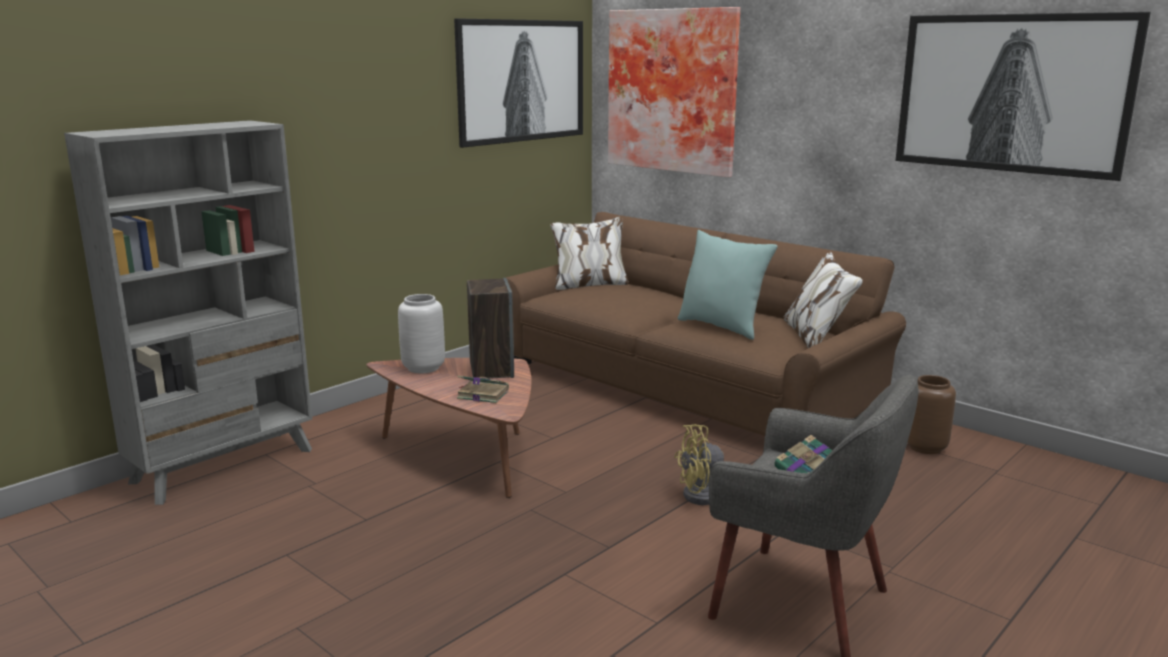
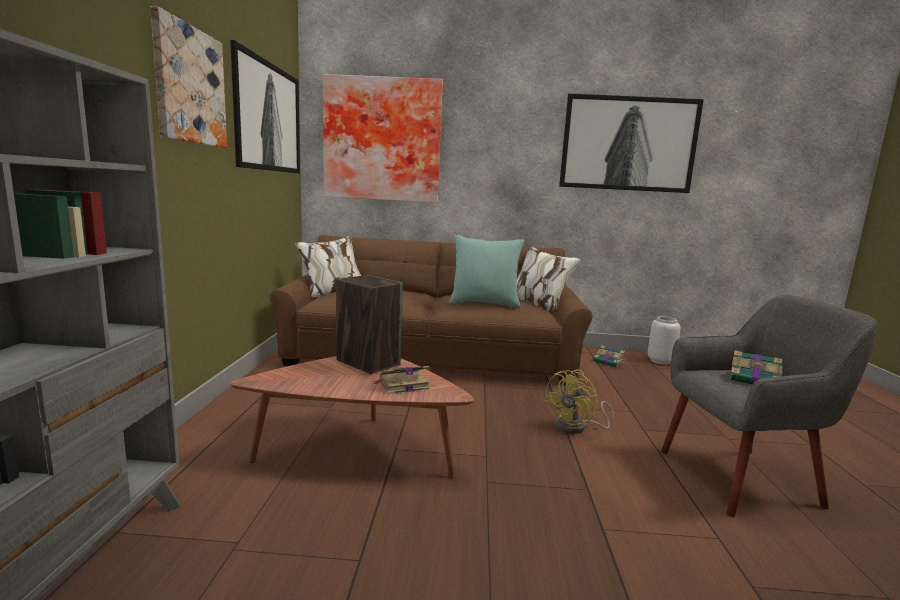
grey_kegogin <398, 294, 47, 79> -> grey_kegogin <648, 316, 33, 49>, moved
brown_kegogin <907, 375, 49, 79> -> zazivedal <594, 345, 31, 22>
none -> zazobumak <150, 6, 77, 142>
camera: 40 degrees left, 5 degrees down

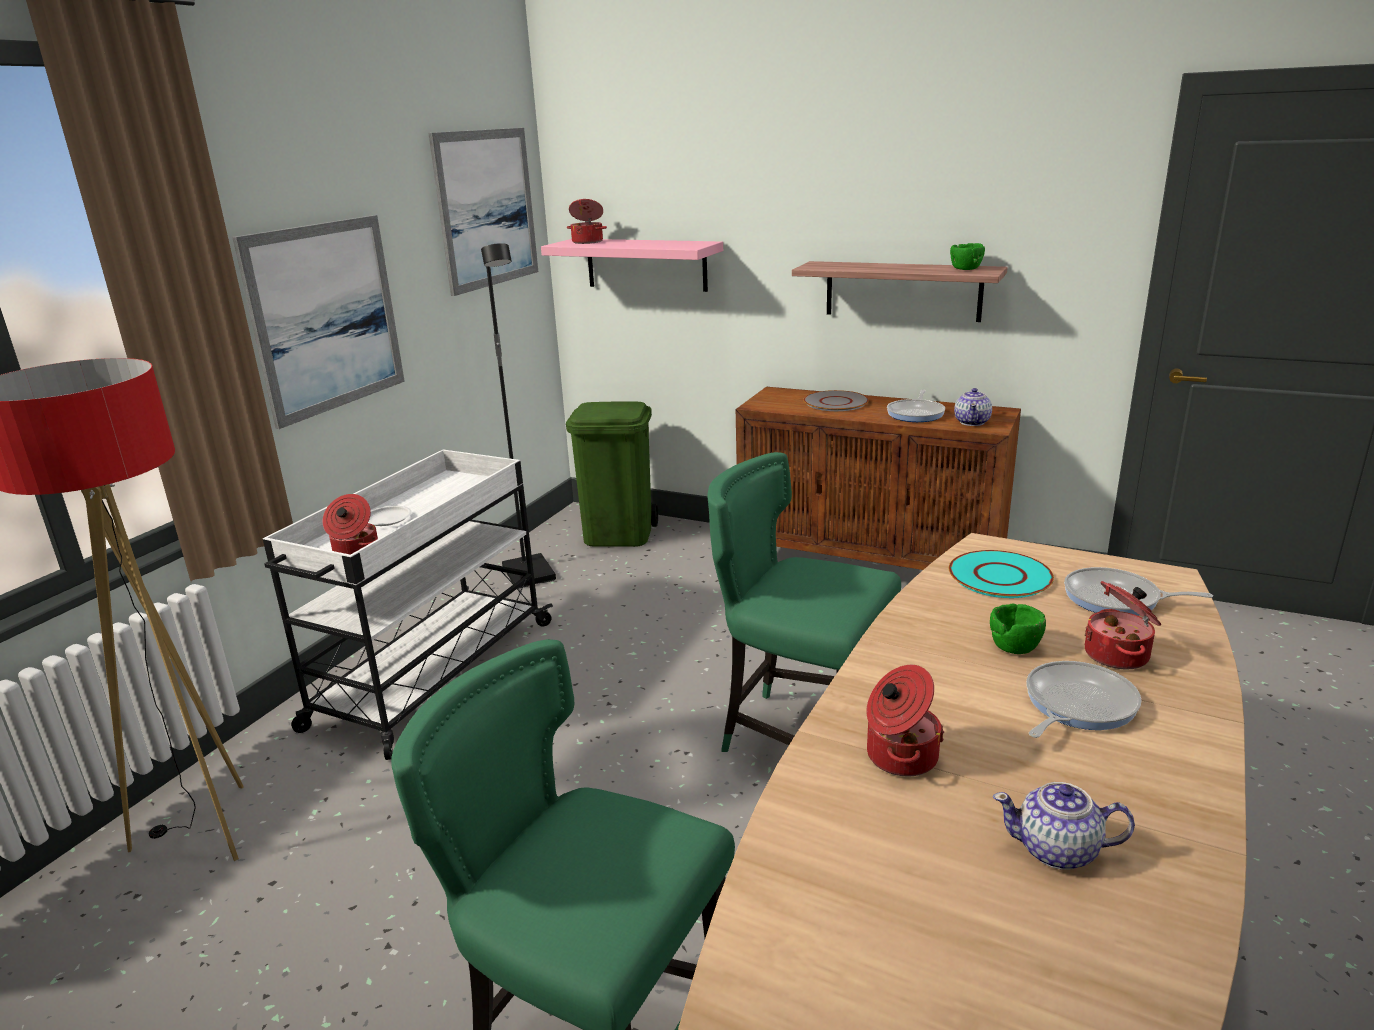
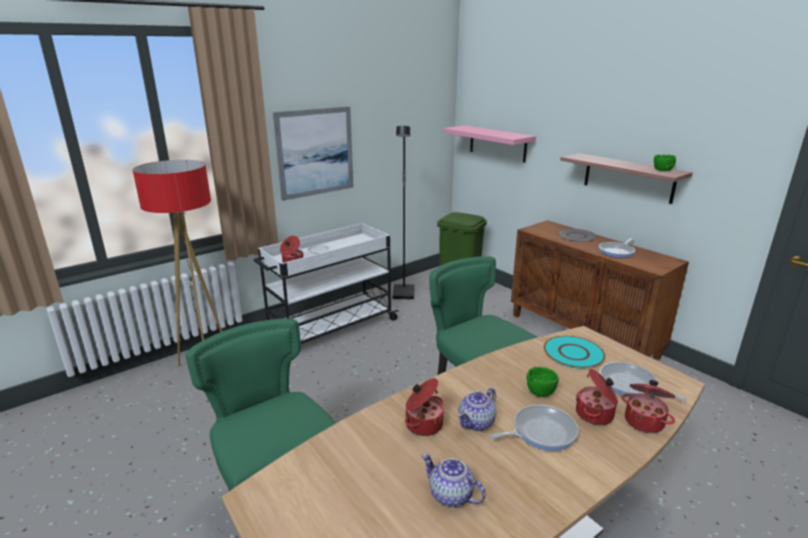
zazobumak <428, 128, 110, 168> -> none
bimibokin <567, 199, 40, 45> -> bimibokin <622, 380, 53, 53>, moved
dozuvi <954, 388, 38, 38> -> dozuvi <458, 388, 38, 43>, moved
camera: 25 degrees right, 0 degrees up

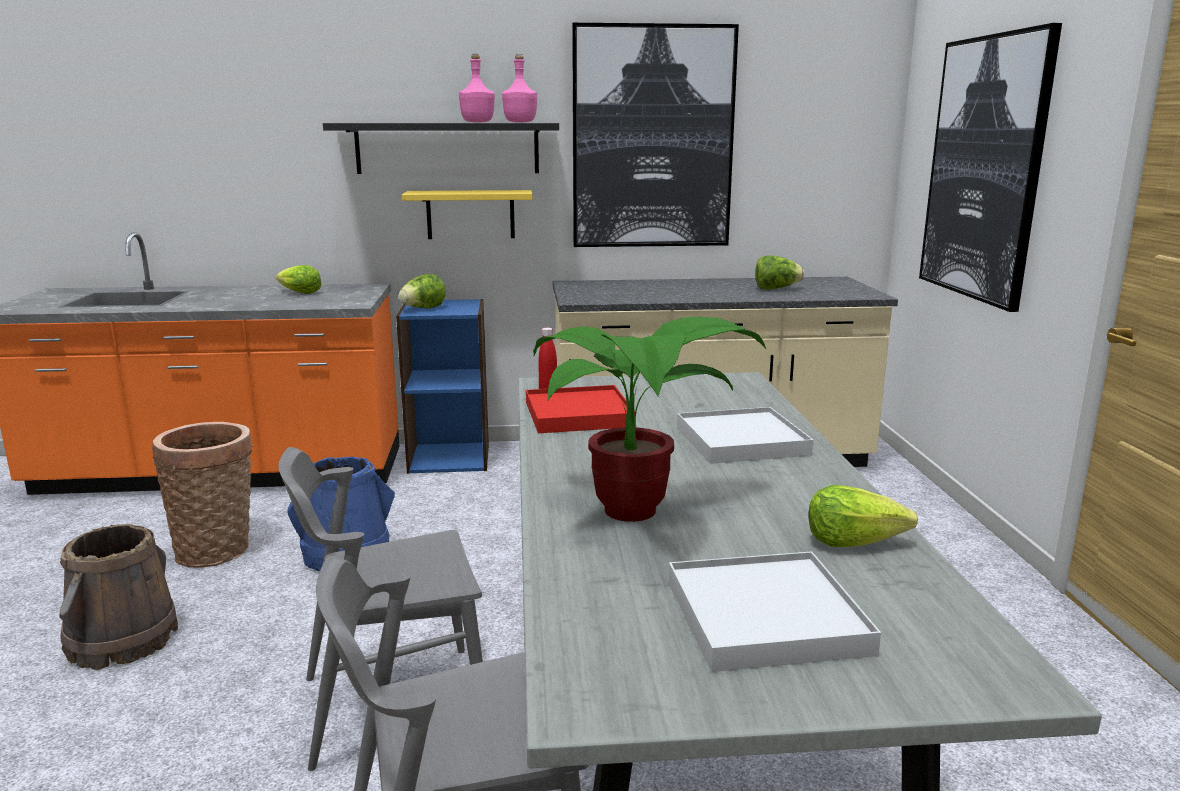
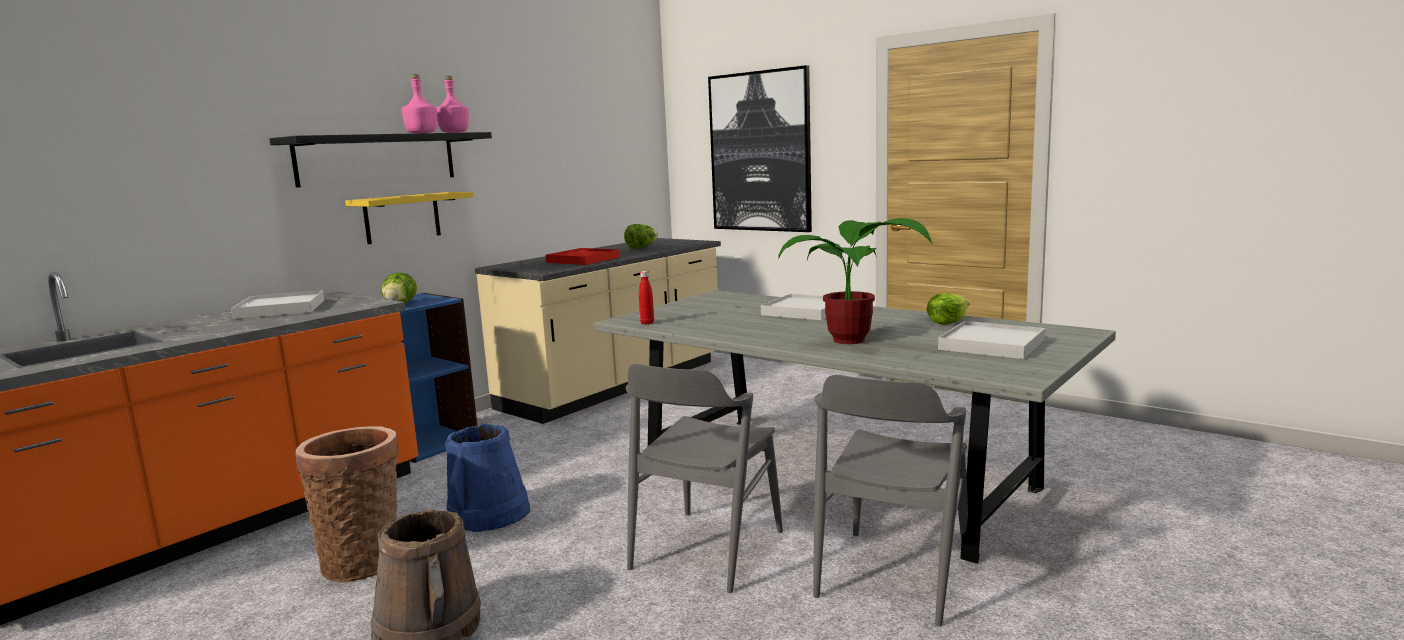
zazobumak <572, 23, 167, 224> -> none
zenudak <276, 265, 46, 29> -> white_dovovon <231, 290, 93, 29>
red_dovovon <526, 385, 110, 48> -> red_dovovon <545, 248, 75, 17>, moved
camera: 45 degrees left, 5 degrees down

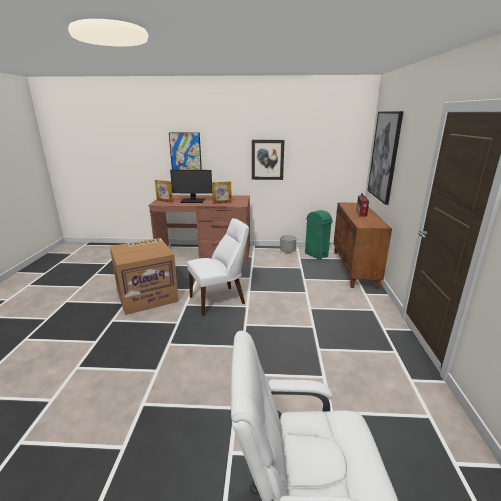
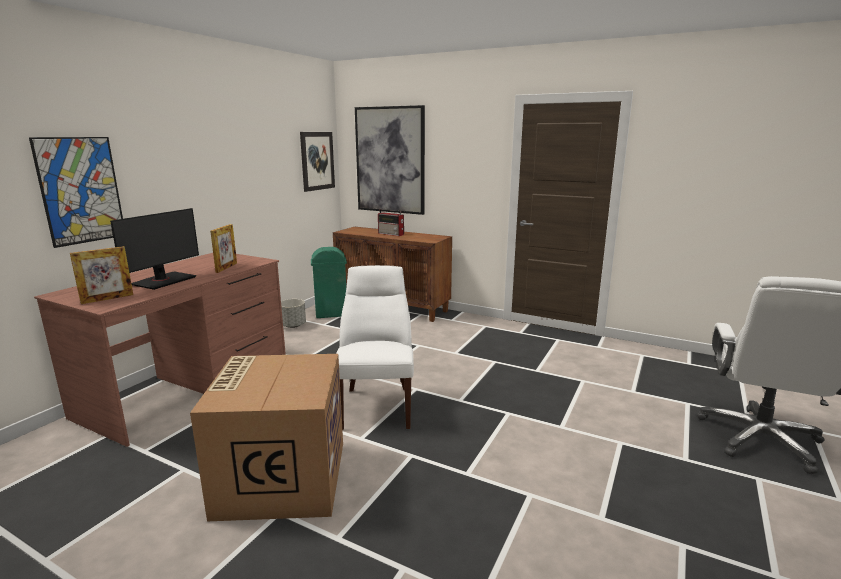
zazobumak <252, 140, 33, 40> -> zazobumak <300, 132, 35, 60>, moved
camera: 65 degrees left, 5 degrees down

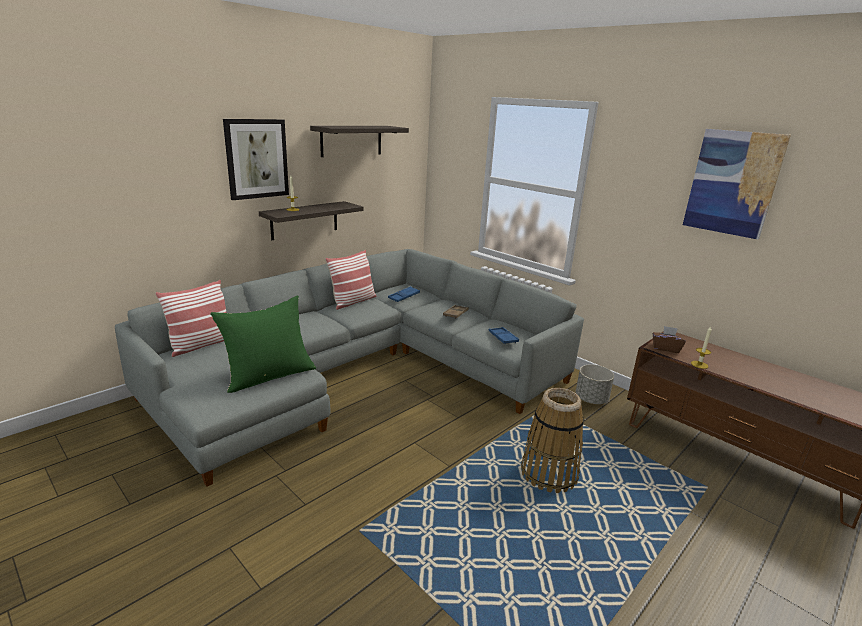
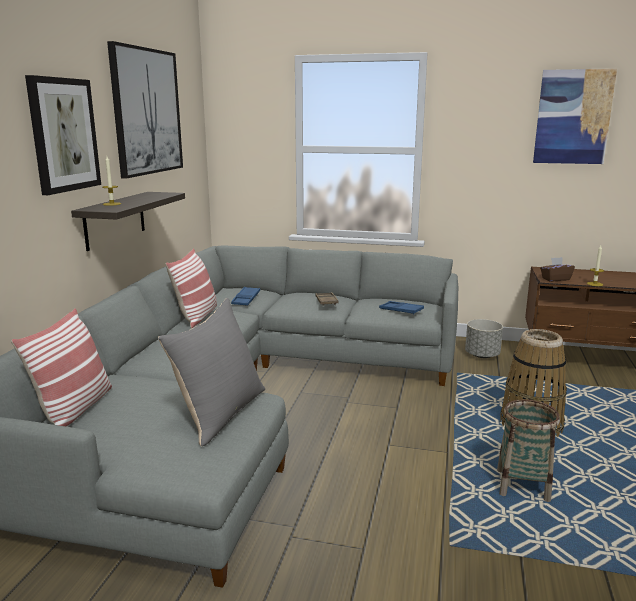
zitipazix <310, 126, 99, 31> -> zazobumak <107, 41, 76, 138>
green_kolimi <210, 296, 106, 97> -> grey_kolimi <158, 298, 107, 148>
none -> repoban <497, 399, 63, 103>
camera: 30 degrees left, 5 degrees down

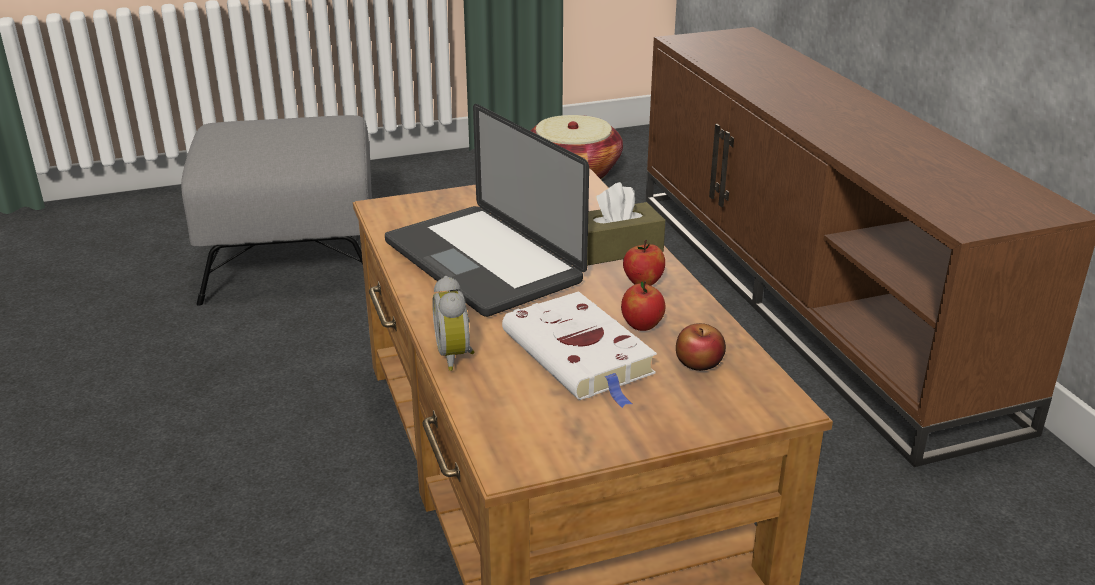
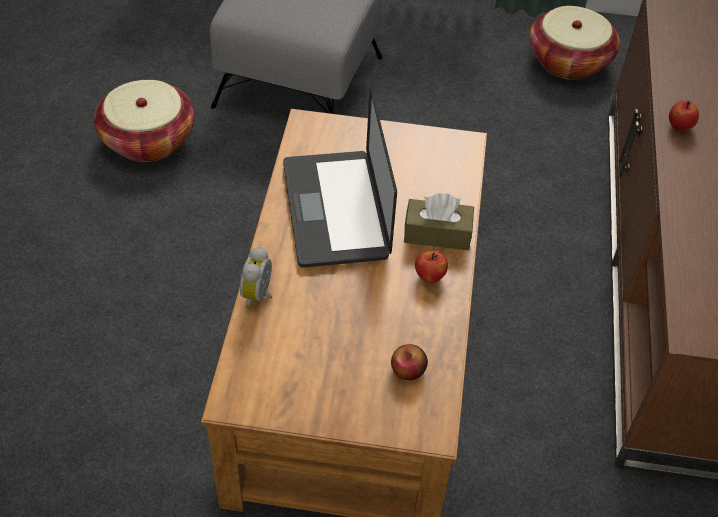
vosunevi <621, 281, 45, 50> -> vosunevi <669, 100, 30, 31>, moved
white_zazivedal <502, 291, 155, 117> -> none
none -> repoban <94, 80, 101, 82>
camera: 25 degrees right, 20 degrees up

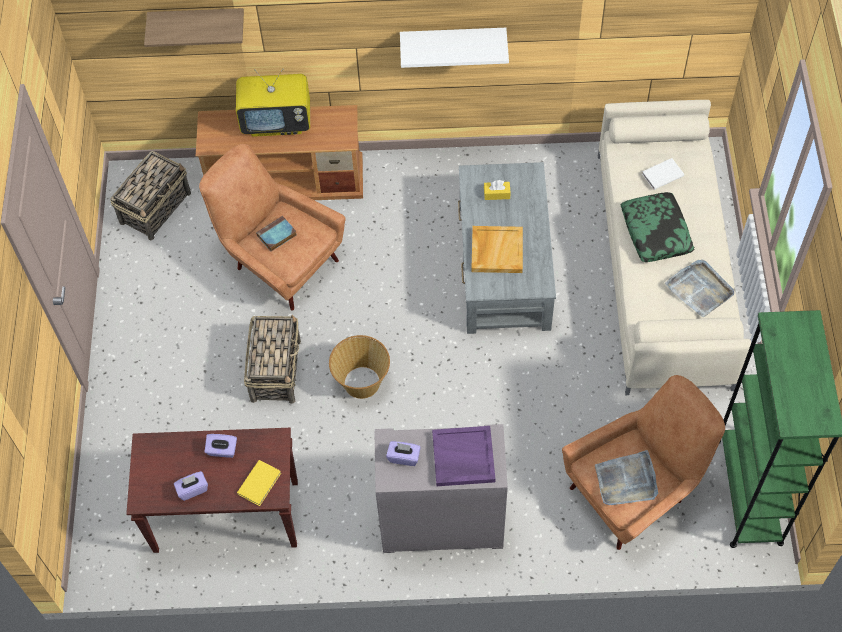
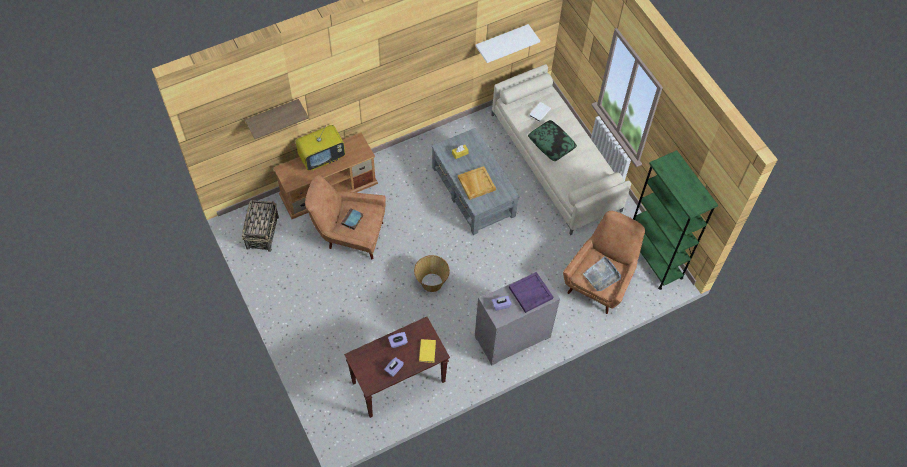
white_zitipazix <400, 28, 109, 40> -> white_zitipazix <476, 24, 64, 39>, moved
grey_dovovon <665, 259, 69, 58> -> none
repoban <244, 315, 57, 89> -> none
camera: 30 degrees left, 0 degrees up

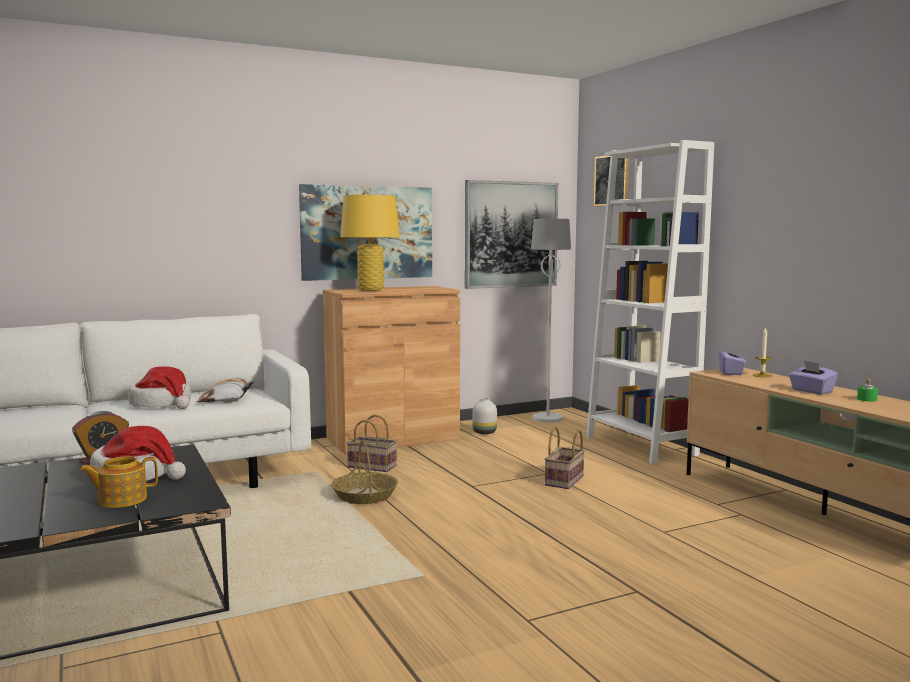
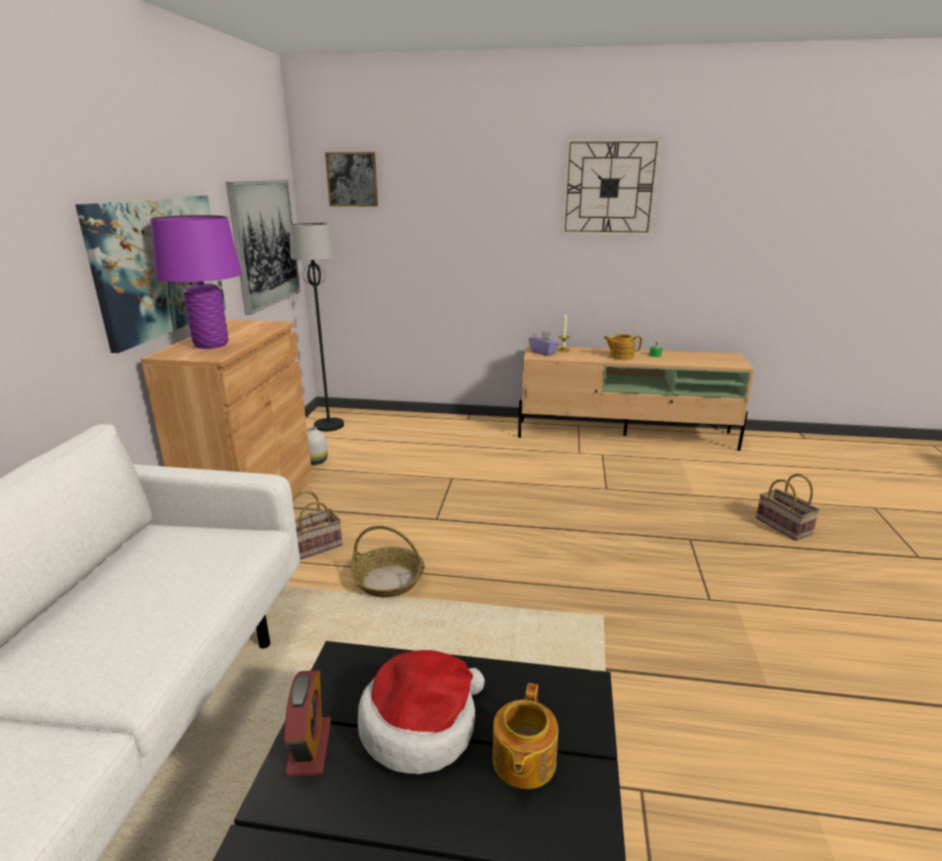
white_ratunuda <586, 140, 128, 324> -> none
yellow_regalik <340, 195, 60, 96> -> purple_regalik <150, 215, 92, 134>
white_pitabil <531, 219, 40, 204> -> black_pitabil <290, 223, 54, 208>
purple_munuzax <789, 360, 49, 35> -> dozuvi <603, 334, 39, 26>
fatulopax <128, 366, 63, 43> -> none
kolimi <197, 378, 57, 24> -> none
repoban <545, 427, 40, 62> -> repoban <756, 474, 64, 67>, moved
none -> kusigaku <561, 138, 101, 98>
camera: 55 degrees left, 15 degrees up

